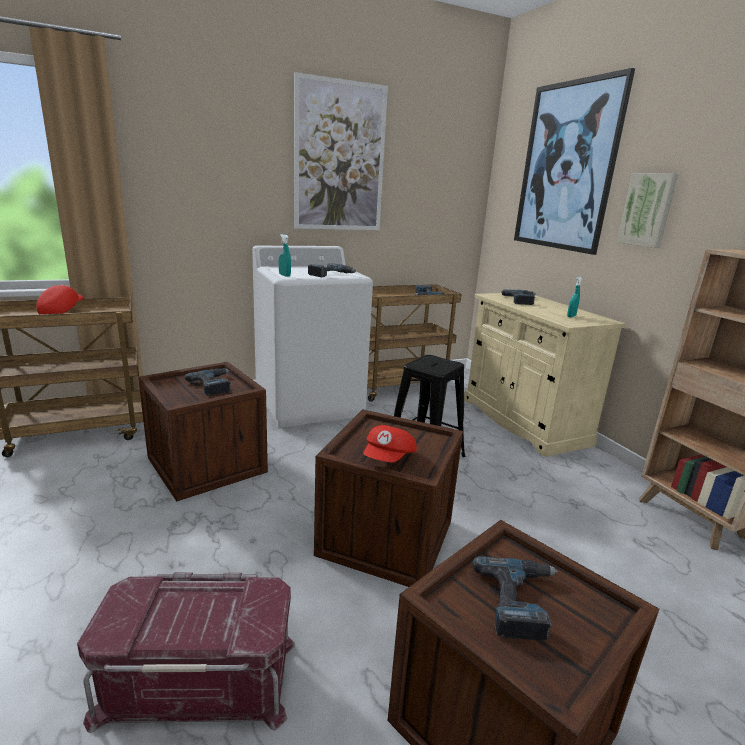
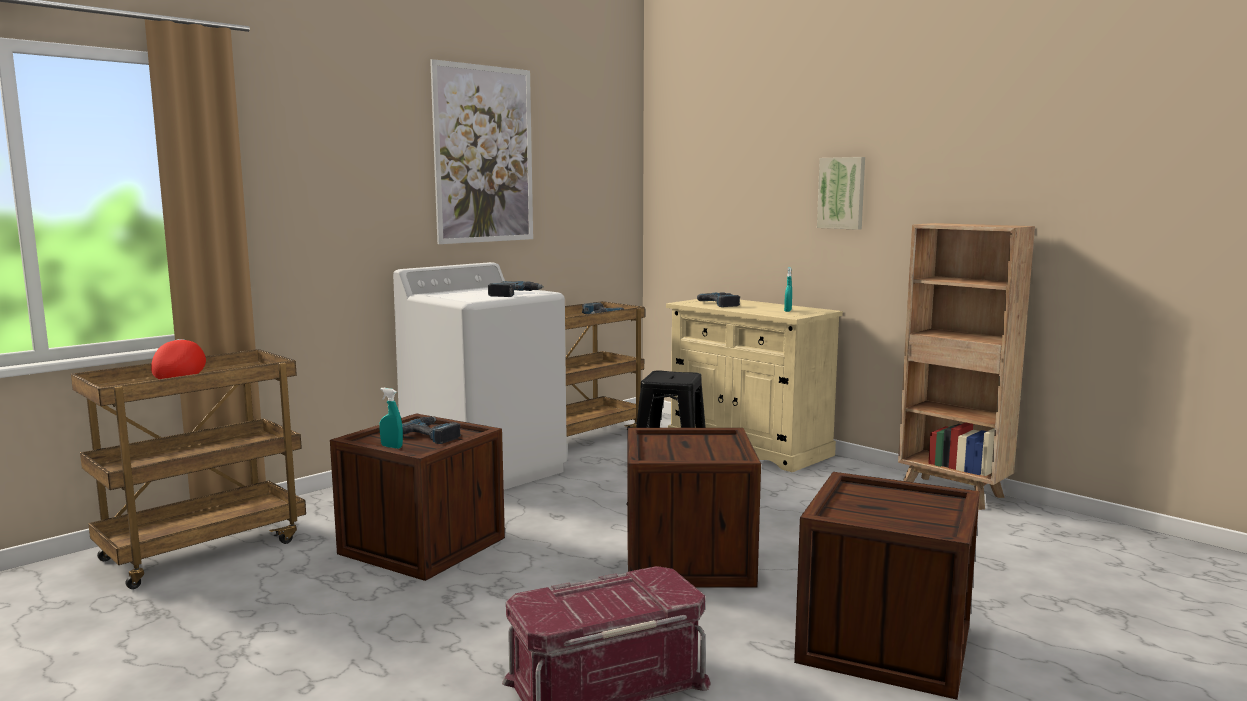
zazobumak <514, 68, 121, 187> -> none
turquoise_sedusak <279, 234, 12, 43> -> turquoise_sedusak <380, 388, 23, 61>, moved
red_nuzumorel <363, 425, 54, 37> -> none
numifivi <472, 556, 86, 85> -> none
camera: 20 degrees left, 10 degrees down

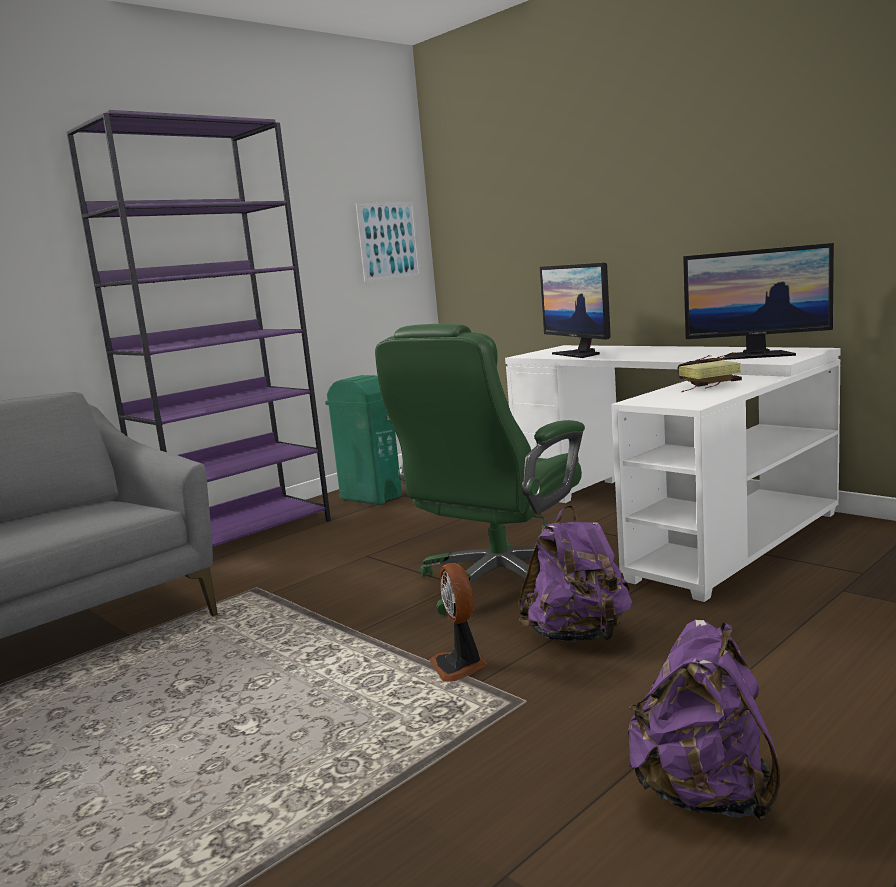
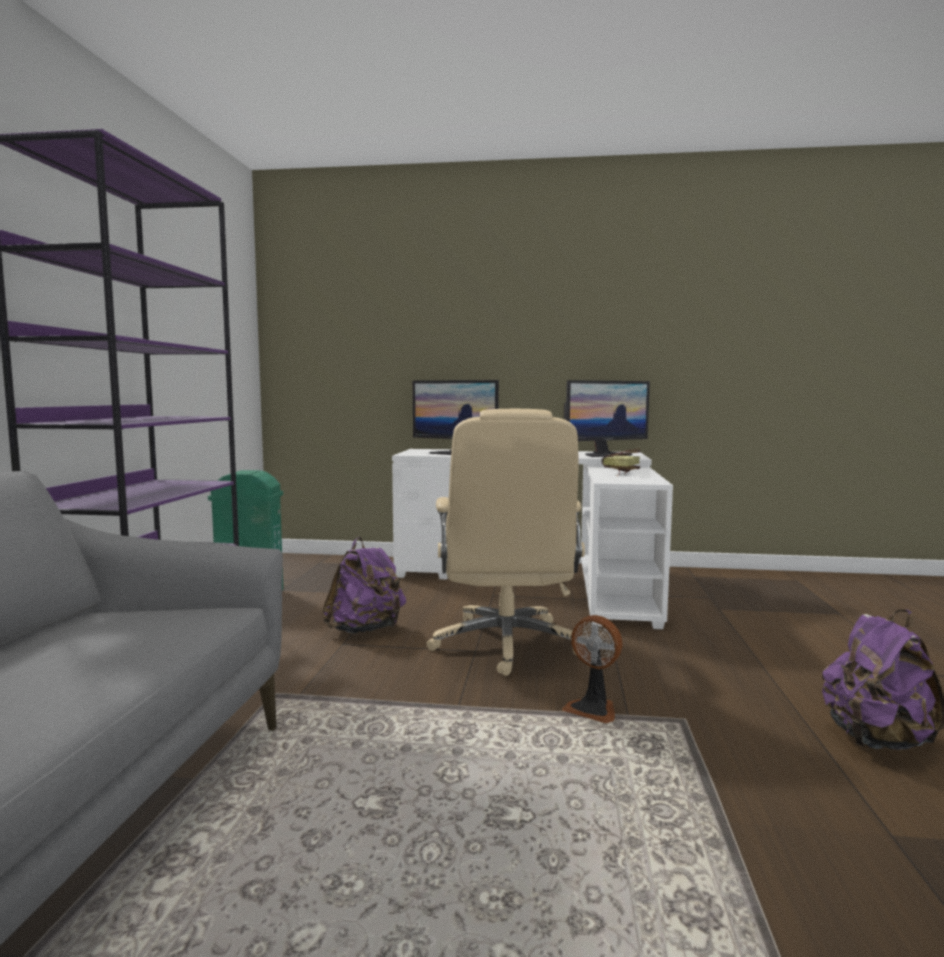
zazobumak <356, 202, 65, 80> -> none
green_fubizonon <375, 324, 210, 291> -> beige_fubizonon <426, 409, 159, 267>
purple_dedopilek <518, 505, 114, 137> -> purple_dedopilek <322, 537, 84, 97>, moved
camera: 40 degrees left, 5 degrees down

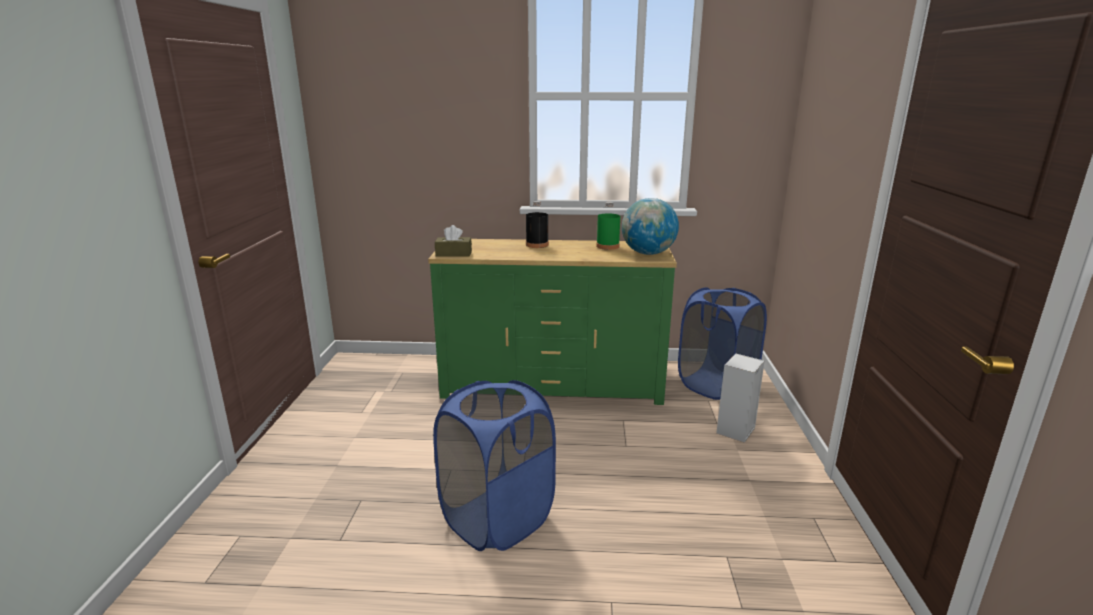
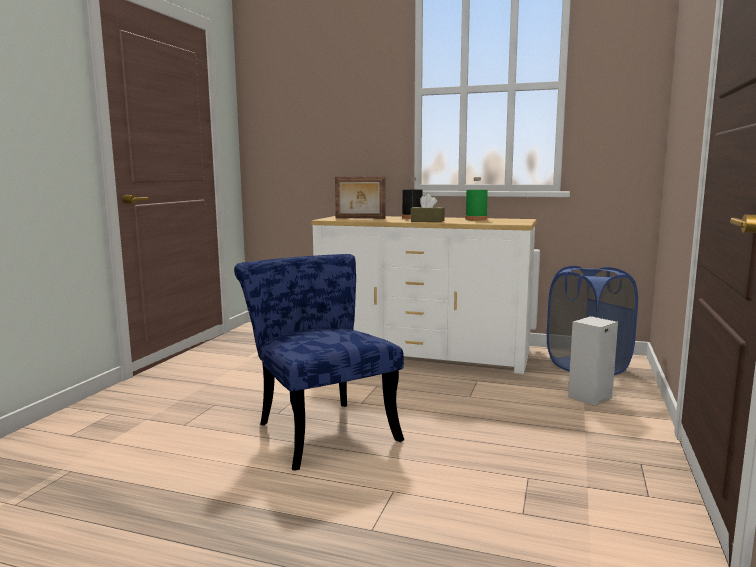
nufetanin <622, 198, 57, 57> -> none
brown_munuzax <435, 225, 37, 32> -> brown_munuzax <411, 194, 34, 28>, moved
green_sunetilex <428, 239, 249, 166> -> white_sunetilex <311, 216, 225, 158>
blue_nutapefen <433, 380, 123, 171> -> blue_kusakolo <234, 254, 170, 217>
none -> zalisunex <335, 177, 51, 42>
camera: 15 degrees right, 10 degrees down

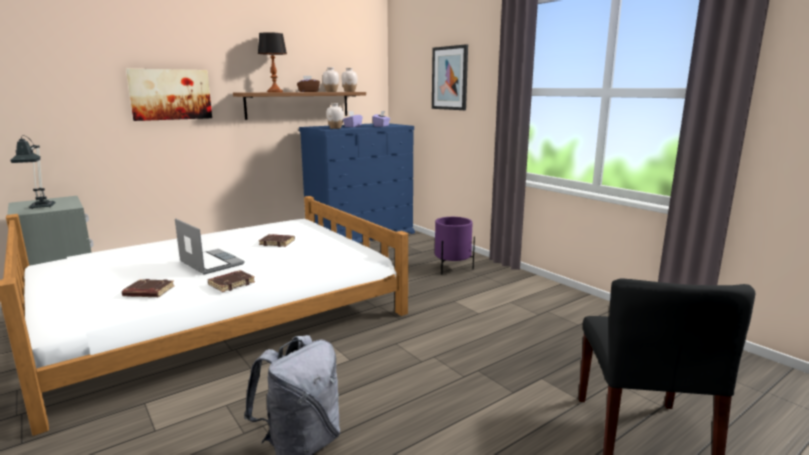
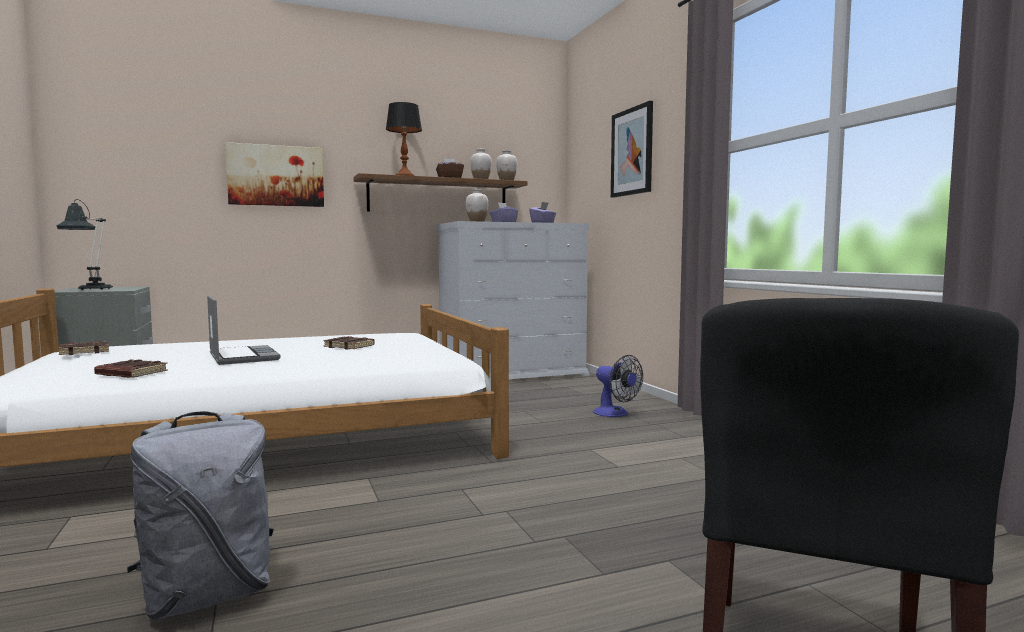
blue_sunetilex <299, 123, 116, 120> -> white_sunetilex <437, 221, 152, 159>
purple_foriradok <435, 217, 40, 58> -> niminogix <593, 355, 50, 62>
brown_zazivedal <208, 270, 47, 22> -> brown_zazivedal <58, 341, 51, 14>, moved
camera: 15 degrees right, 10 degrees down

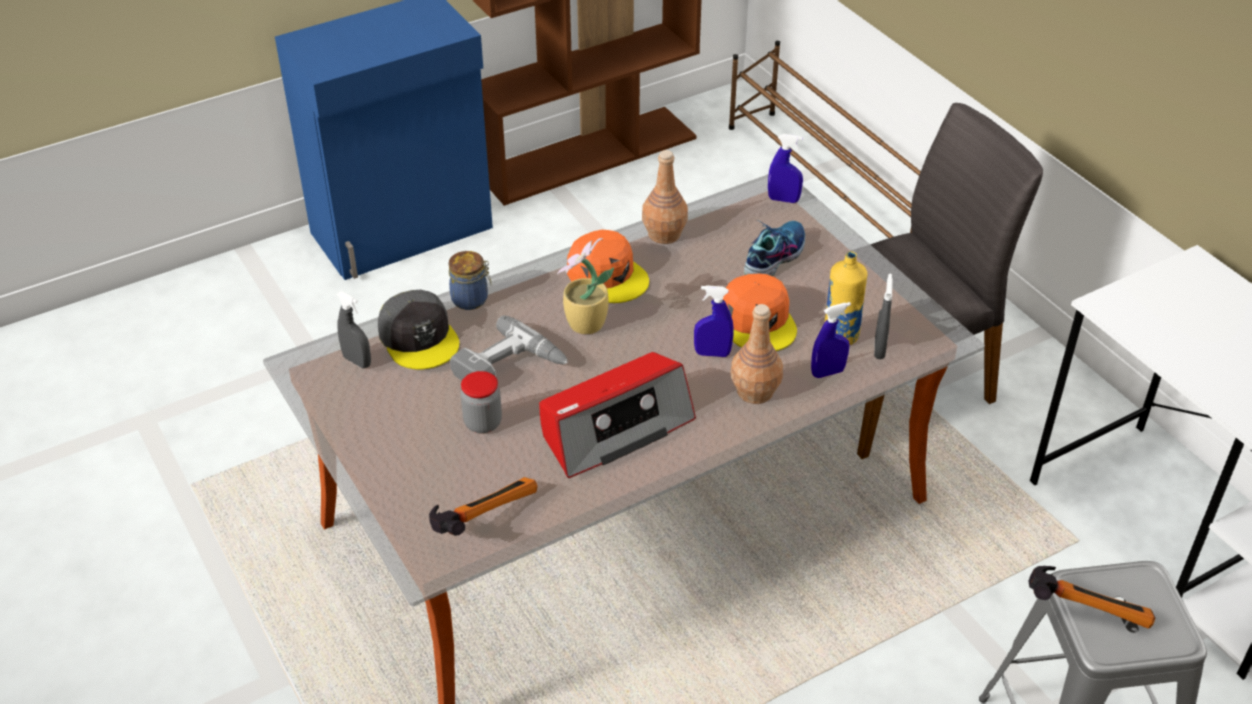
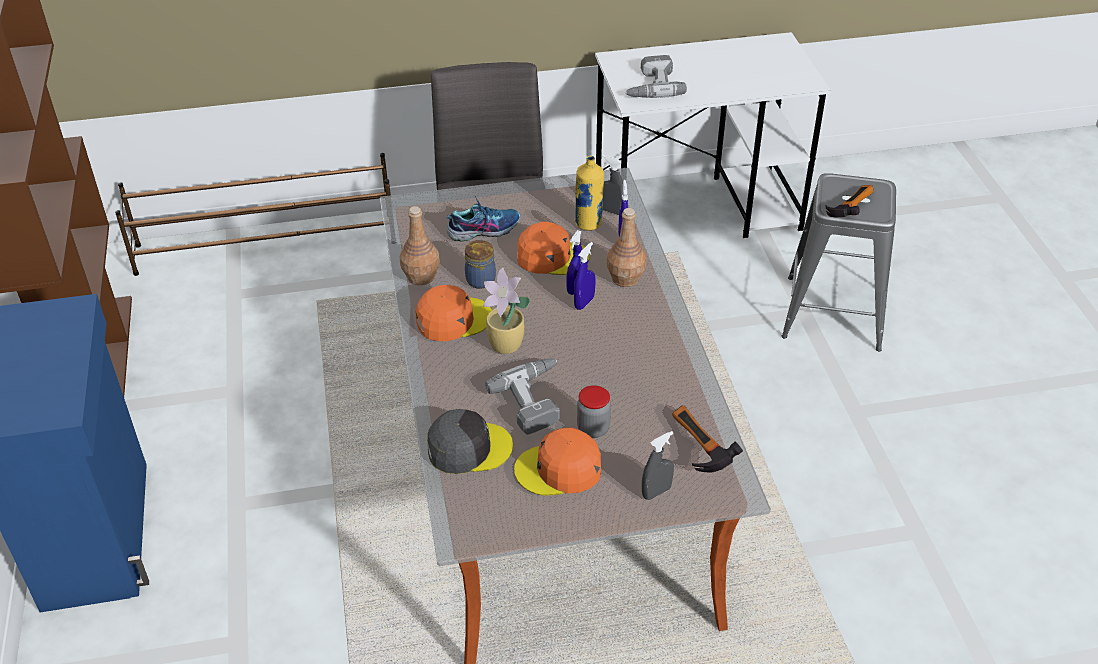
blue_sedusak <768, 134, 35, 69> -> blue_sedusak <574, 242, 21, 68>, moved
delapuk <744, 220, 61, 56> -> delapuk <447, 195, 73, 46>, 105 degrees clockwise
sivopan <448, 251, 43, 59> -> sivopan <465, 240, 31, 49>, moved
grey_sedusak <337, 291, 34, 77> -> grey_sedusak <642, 431, 32, 69>, moved
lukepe <539, 352, 157, 126> -> none
none -> numifivi <625, 55, 62, 43>
none -> orange_nuzumorel <514, 428, 87, 68>
camera: 70 degrees left, 0 degrees up

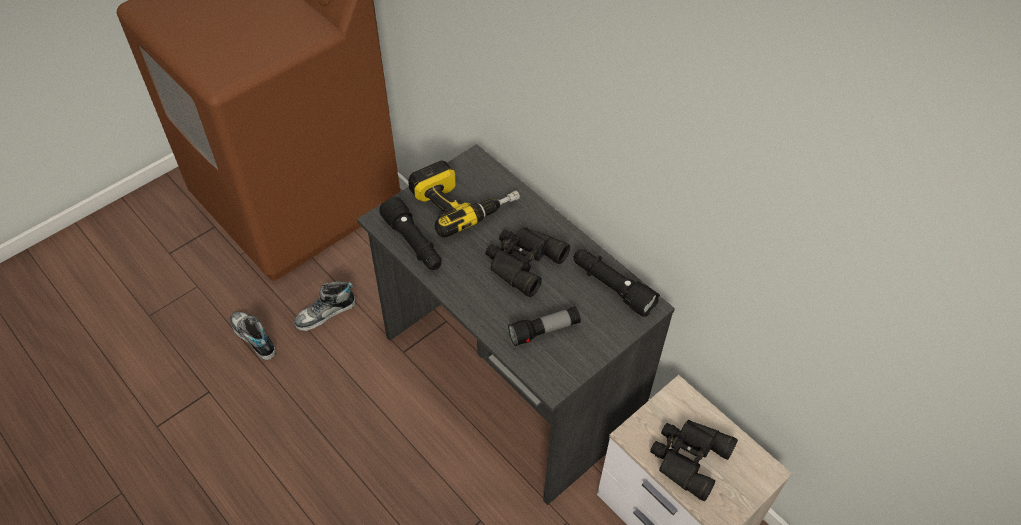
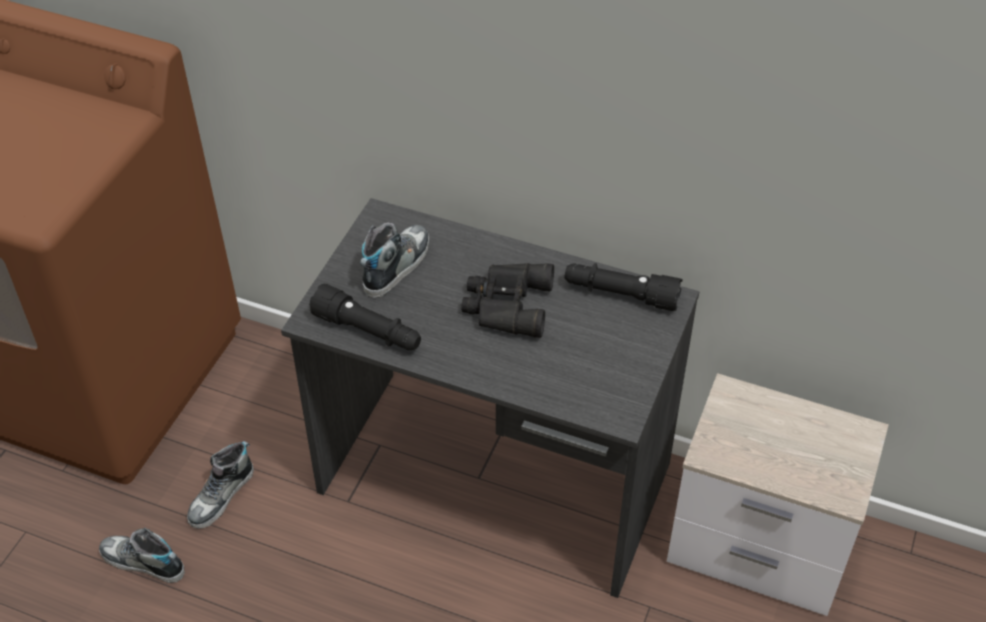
numifivi <408, 160, 112, 77> -> delapuk <360, 223, 69, 75>
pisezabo <508, 306, 73, 41> -> none
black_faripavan <650, 420, 88, 81> -> none
camera: 25 degrees left, 5 degrees down

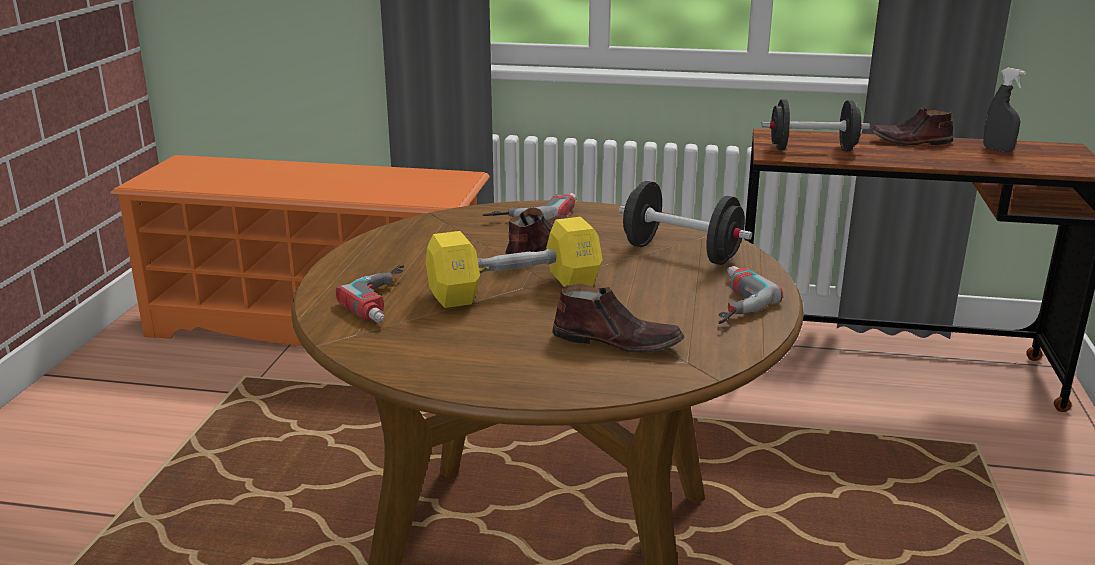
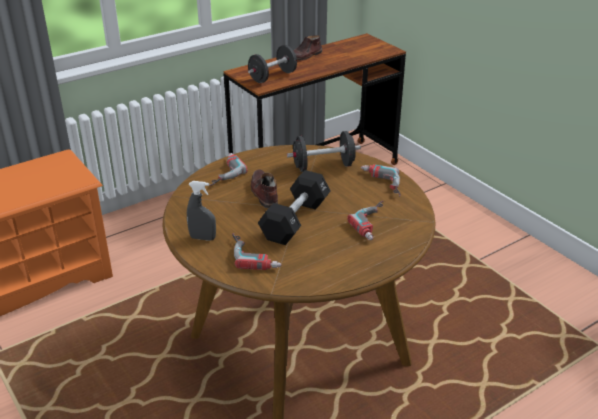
grey_sedusak <983, 68, 43, 84> -> grey_sedusak <187, 181, 29, 60>, moved
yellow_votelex <426, 217, 177, 91> -> black_votelex <258, 170, 73, 75>
brown_delapuk <552, 284, 133, 69> -> numifivi <348, 201, 36, 39>
camera: 45 degrees left, 10 degrees up

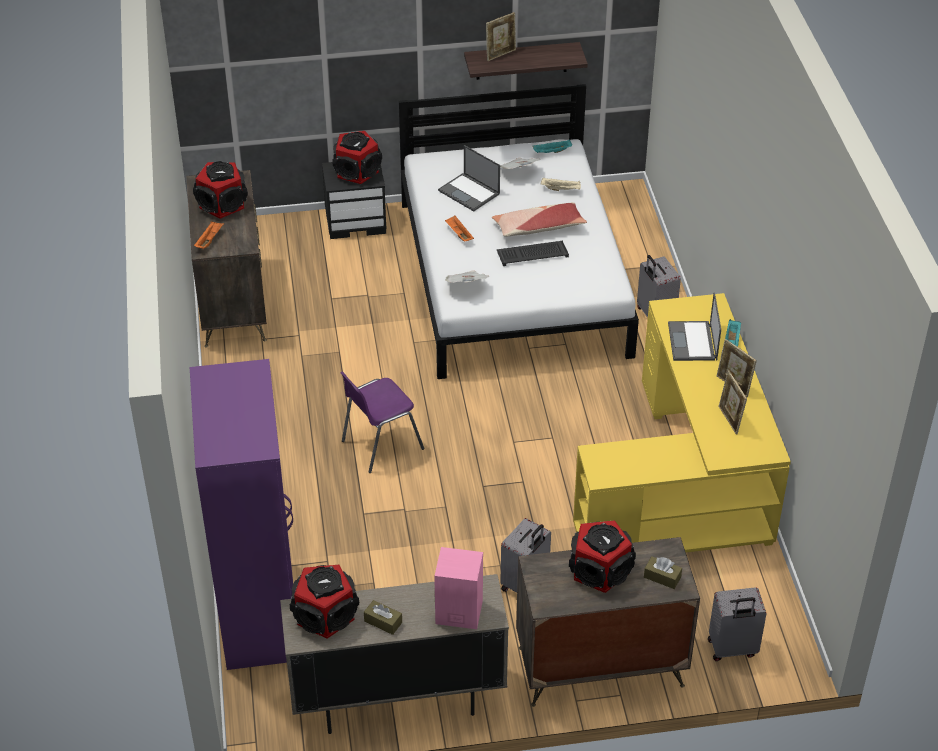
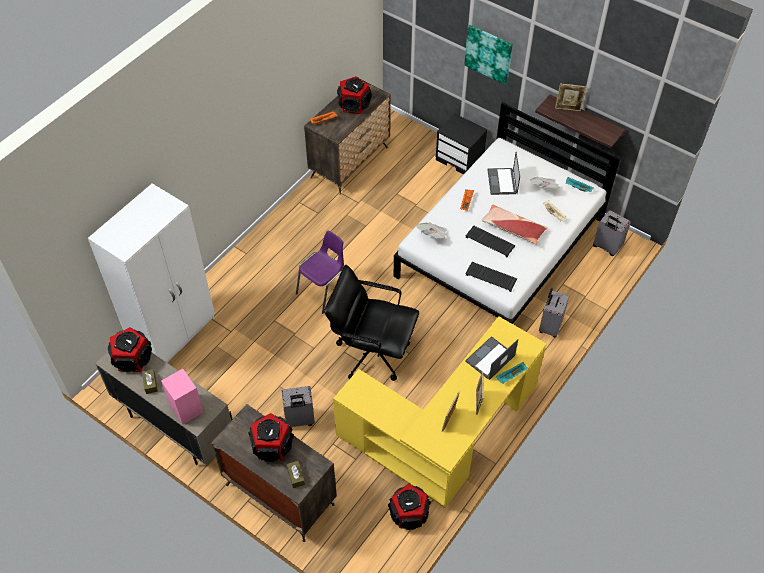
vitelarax <332, 131, 50, 53> -> vitelarax <388, 484, 43, 46>, moved
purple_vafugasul <190, 359, 103, 311> -> white_vafugasul <88, 183, 127, 180>
purple_kusakolo <340, 371, 84, 102> -> purple_kusakolo <296, 231, 48, 83>, 120 degrees clockwise
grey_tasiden <708, 587, 58, 74> -> grey_tasiden <593, 210, 38, 46>, moved
none -> zazobumak <464, 25, 49, 60>
none -> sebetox <465, 262, 52, 30>
none -> black_fubizonon <324, 265, 95, 116>
camera: 45 degrees right, 10 degrees up

